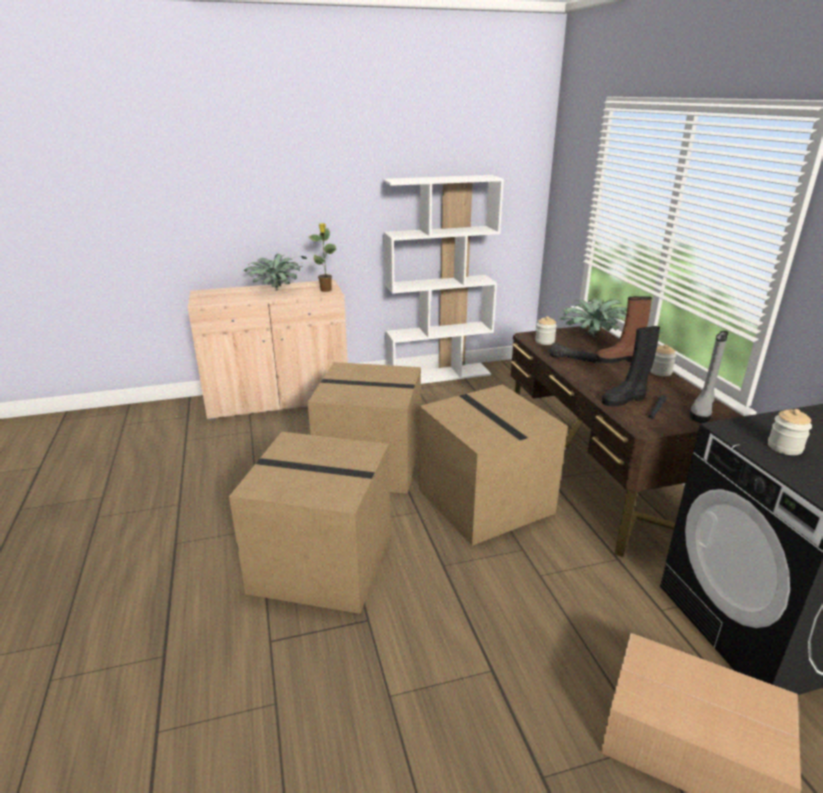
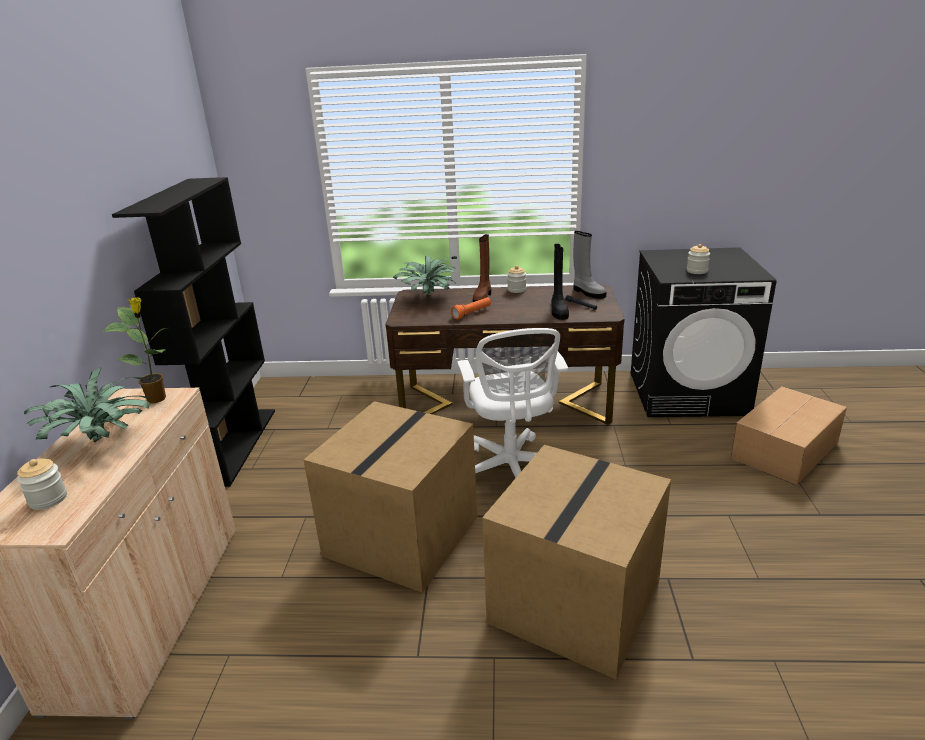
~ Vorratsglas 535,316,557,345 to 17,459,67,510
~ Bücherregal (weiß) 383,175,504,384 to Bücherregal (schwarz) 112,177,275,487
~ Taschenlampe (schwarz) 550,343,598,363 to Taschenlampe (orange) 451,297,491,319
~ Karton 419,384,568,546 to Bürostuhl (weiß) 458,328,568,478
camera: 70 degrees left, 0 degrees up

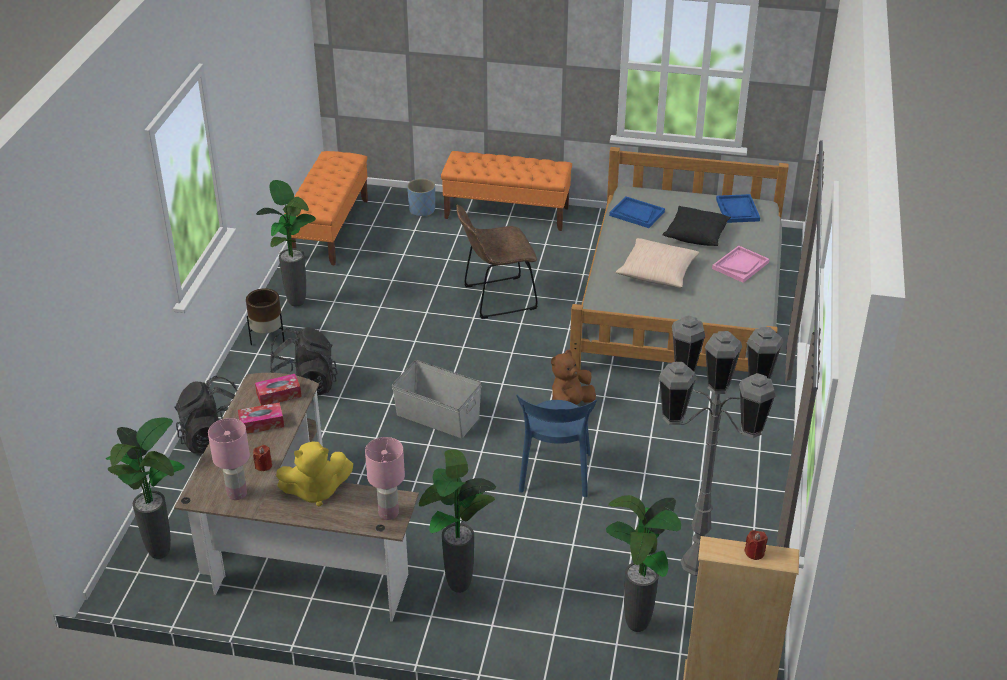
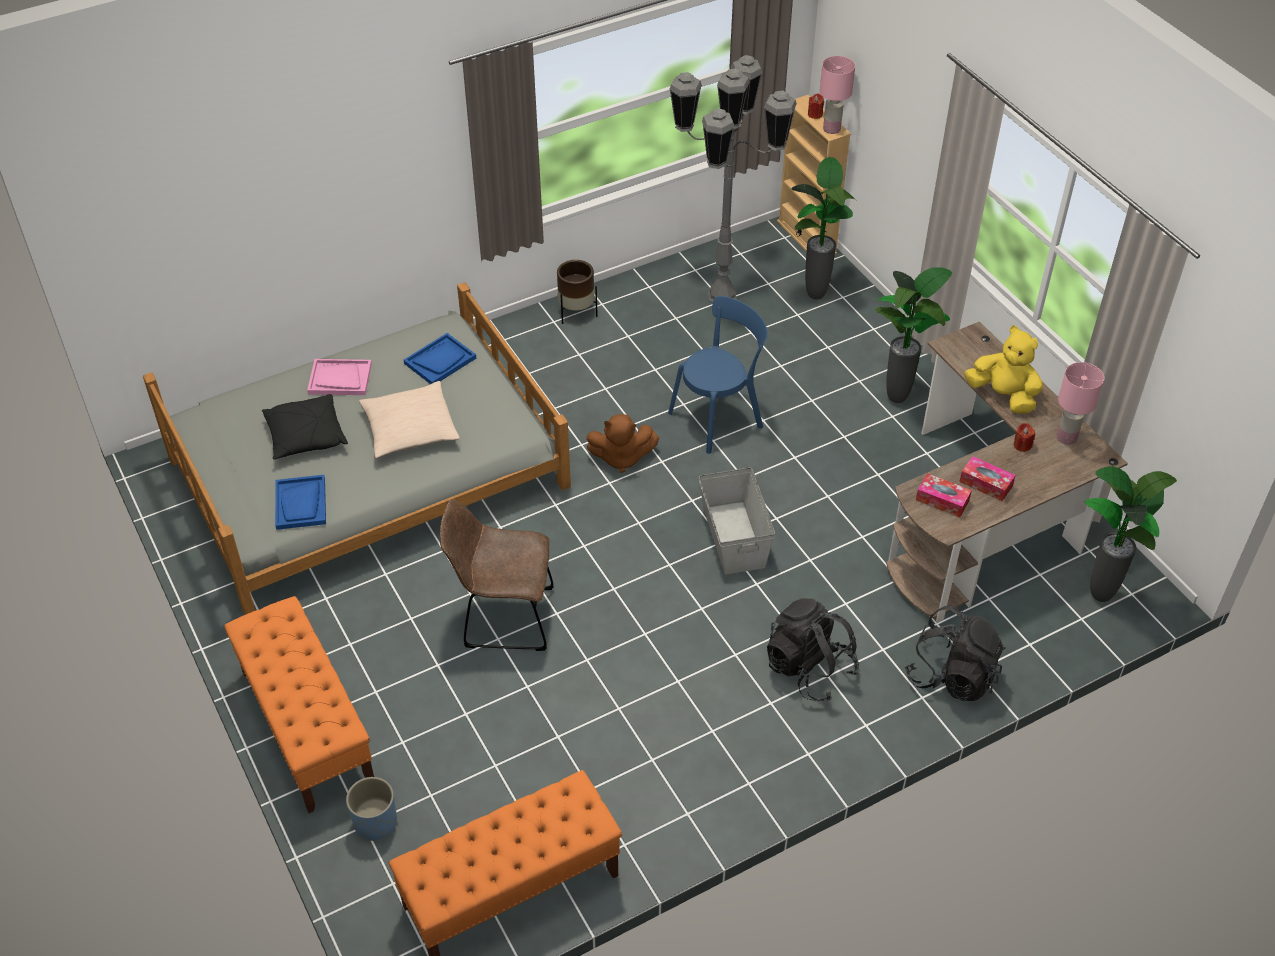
~ Tablett (blau) 716,194,760,223 to 404,333,476,384
~ Stuhl (braun) 456,205,538,319 = 440,499,554,651 150 degrees clockwise
~ Pflanzkübel (braun) 246,288,285,345 to 557,260,598,324
~ Tischlampe (rosa) 365,437,405,520 to 820,56,855,134
- Topfpflanze 256,180,316,307
camera: 130 degrees left, 10 degrees up

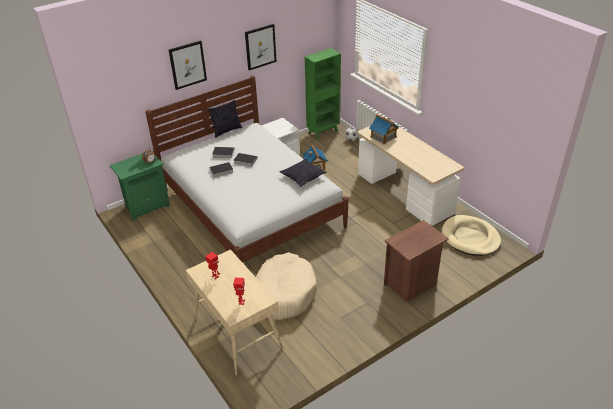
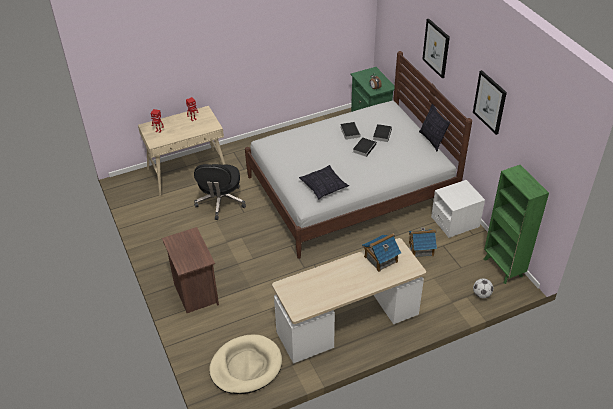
~ Hundebett (beige) 256,252,317,320 to Bürostuhl (schwarz) 194,164,246,220
camera: 100 degrees right, 5 degrees up

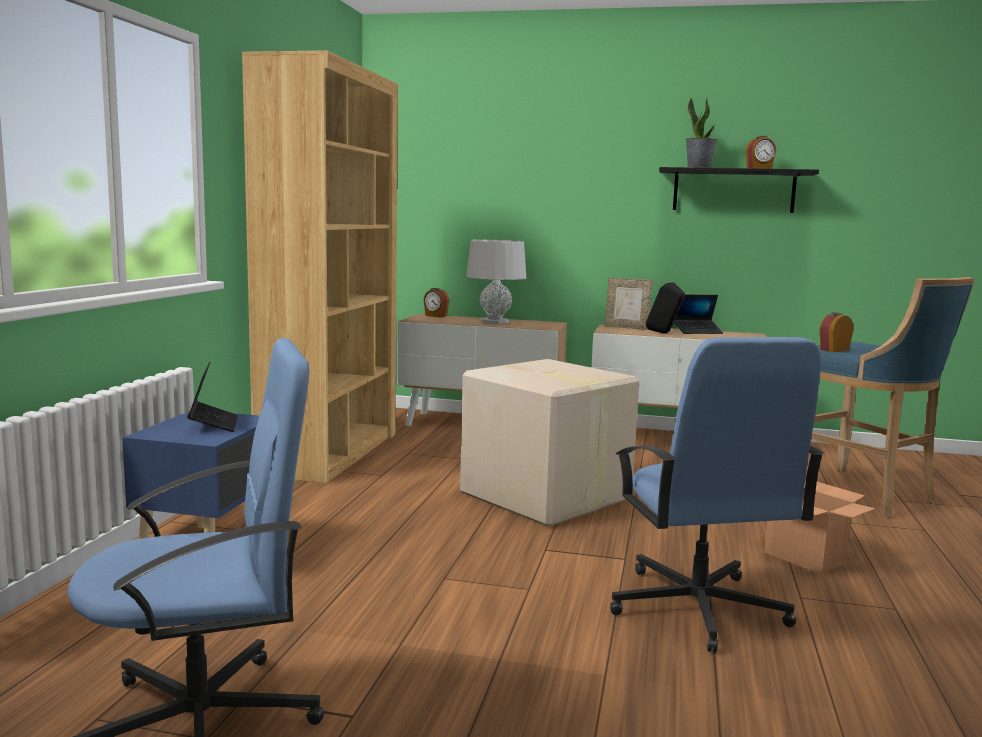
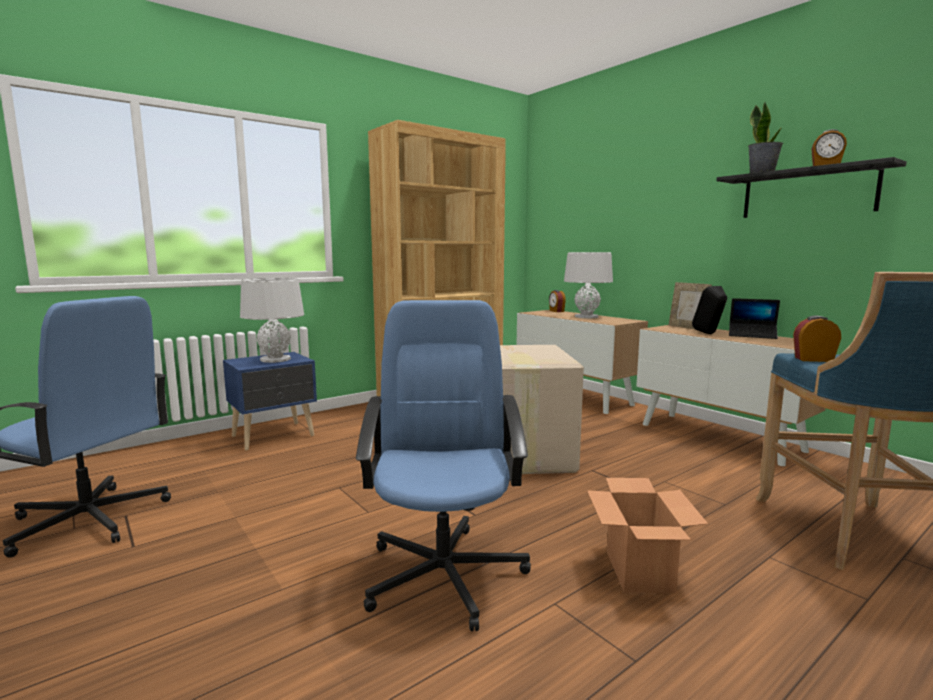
~ Laptop 187,362,238,432 to Tischlampe (grau) 240,278,304,363
~ Bürostuhl (blau) 610,337,825,653 = 356,300,531,632 150 degrees clockwise
camera: 40 degrees right, 0 degrees up

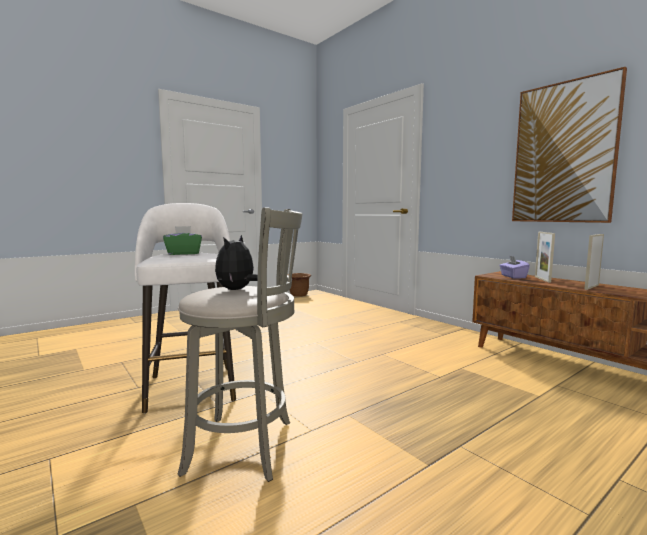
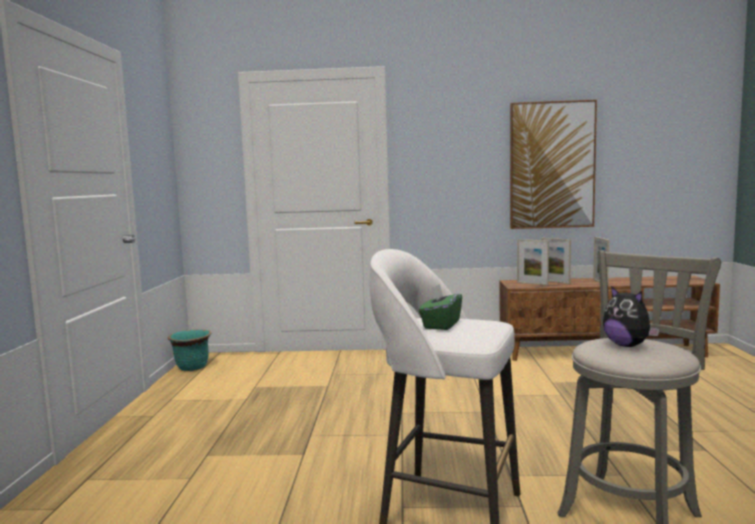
~ Pflanzkübel (braun) 287,273,311,297 to Pflanzkübel (türkis) 168,329,211,371
~ Taschentuchbox (lila) 499,255,530,278 to Bilderrahmen 517,239,549,285
camera: 50 degrees left, 0 degrees up

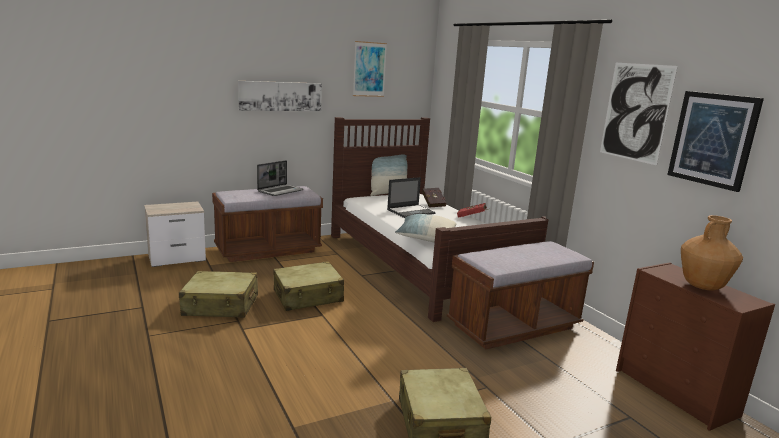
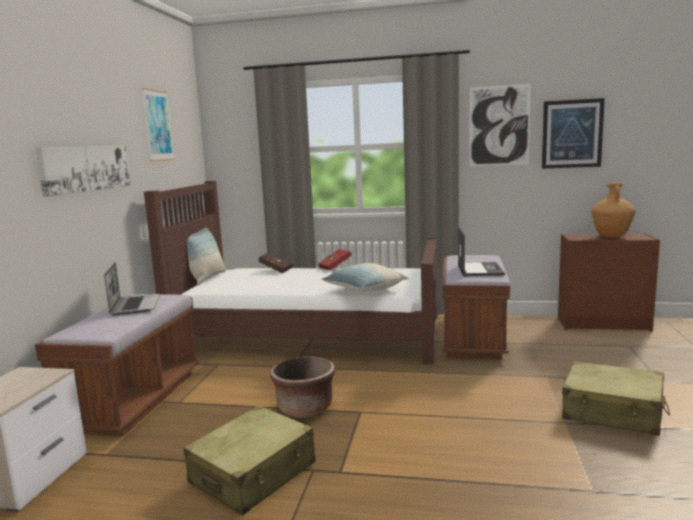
~ Koffer (beige) 273,261,344,311 to Pflanzkübel (braun) 270,356,335,418
~ Laptop 387,177,435,218 to 458,227,505,276
camera: 50 degrees left, 5 degrees down

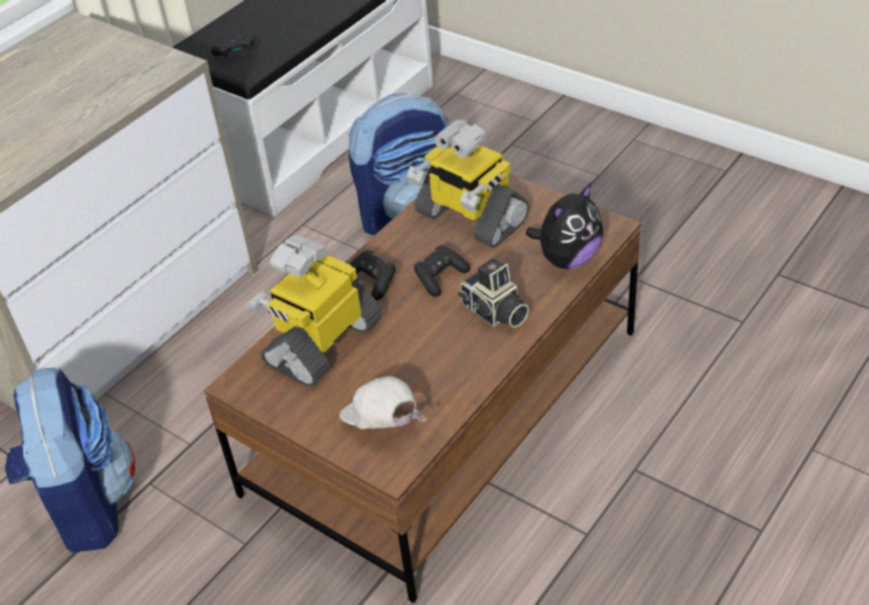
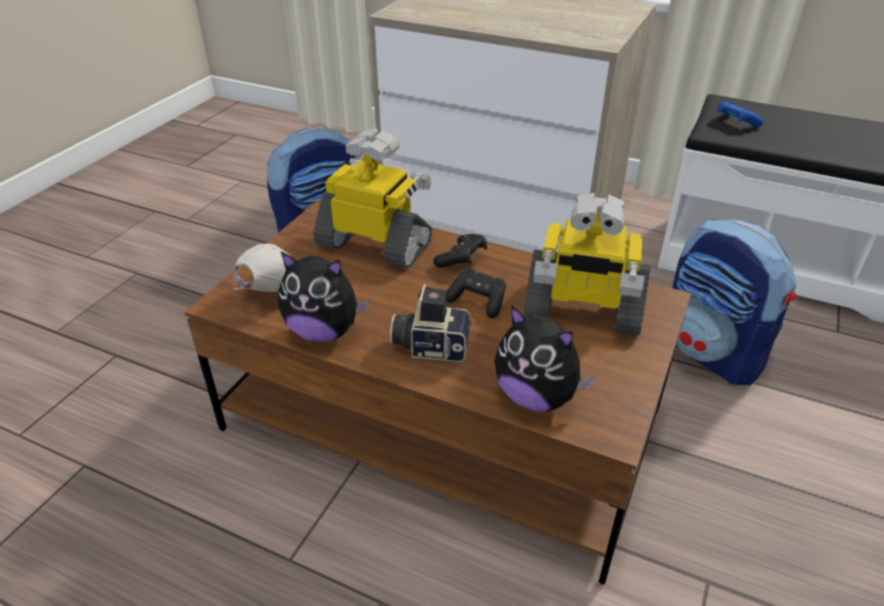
+ Plüschtier 278,252,370,342
~ Kamera 458,258,529,328 = 390,284,471,362 60 degrees clockwise
~ Spielzeugroboter 407,120,529,248 = 524,193,651,335 105 degrees counterclockwise
~ Gamepad (schwarz) 211,36,254,58 to Gamepad (blau) 718,101,763,127
camera: 75 degrees right, 5 degrees down

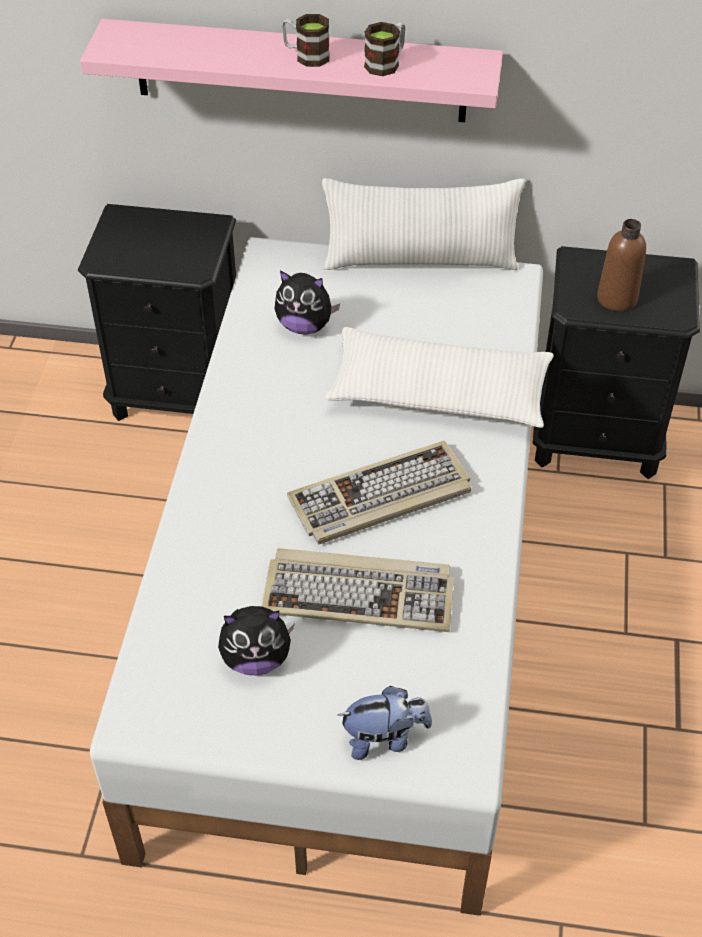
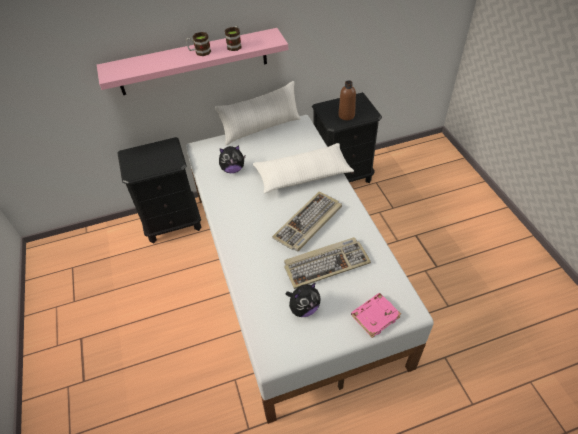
~ Plüschtier 338,686,432,760 to Buch (rosa) 351,293,401,338
camera: 25 degrees left, 0 degrees up

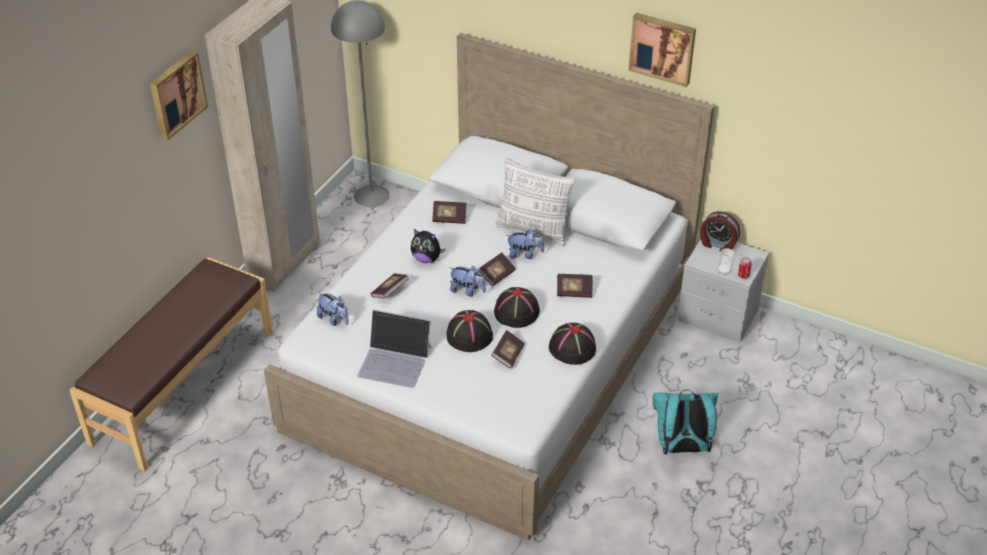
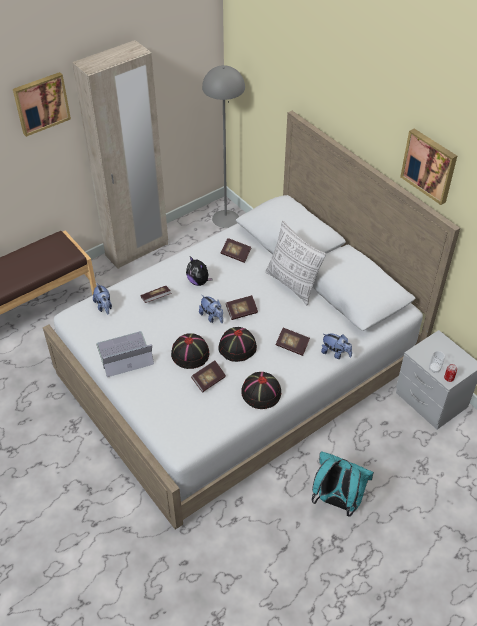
~ Laptop 357,309,431,388 = 96,331,154,377 120 degrees clockwise
~ Plüschtier 506,229,544,259 to 321,333,352,359
- Wecker 700,211,740,252
camera: 25 degrees right, 5 degrees up

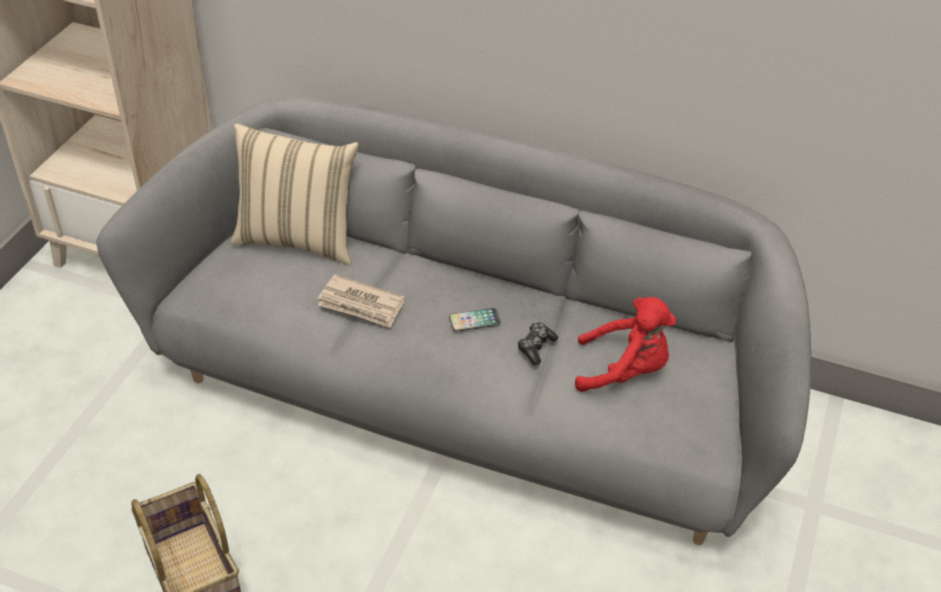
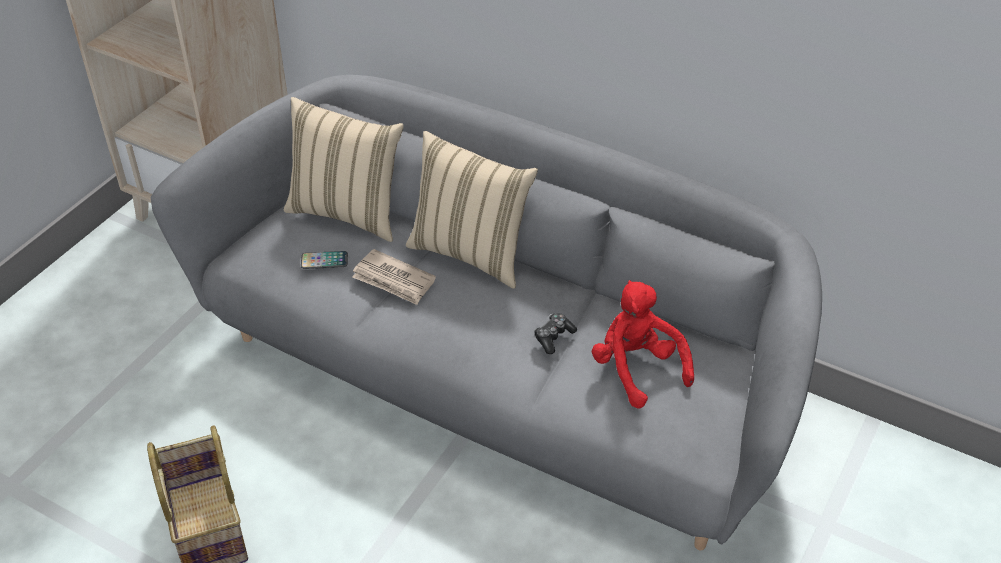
~ Handy 449,308,501,332 to 301,251,348,269
+ Kissen (beige) 406,131,538,289
~ Plüschtier (rot) 575,297,676,392 = 592,280,694,409 135 degrees counterclockwise
camera: 10 degrees right, 0 degrees up

